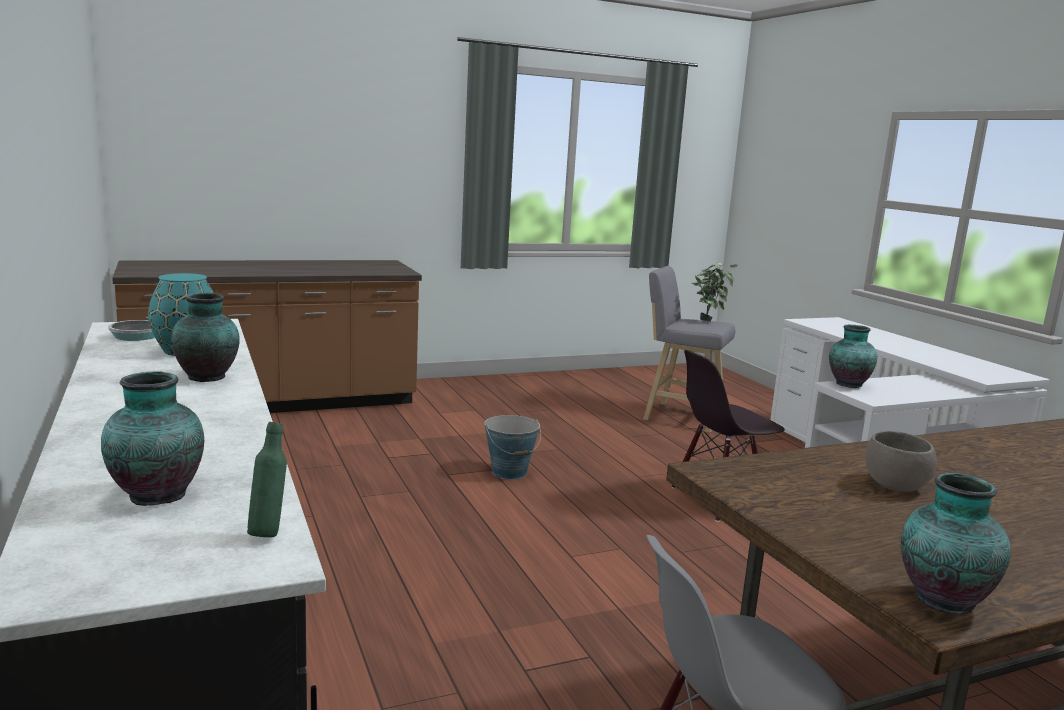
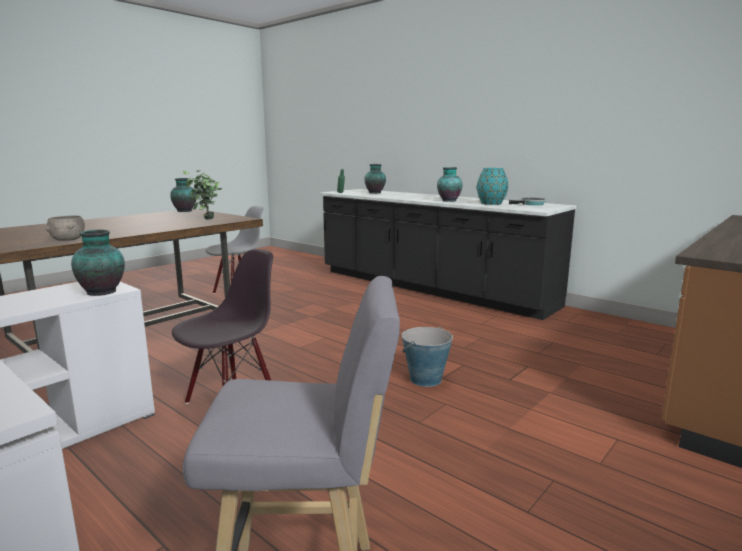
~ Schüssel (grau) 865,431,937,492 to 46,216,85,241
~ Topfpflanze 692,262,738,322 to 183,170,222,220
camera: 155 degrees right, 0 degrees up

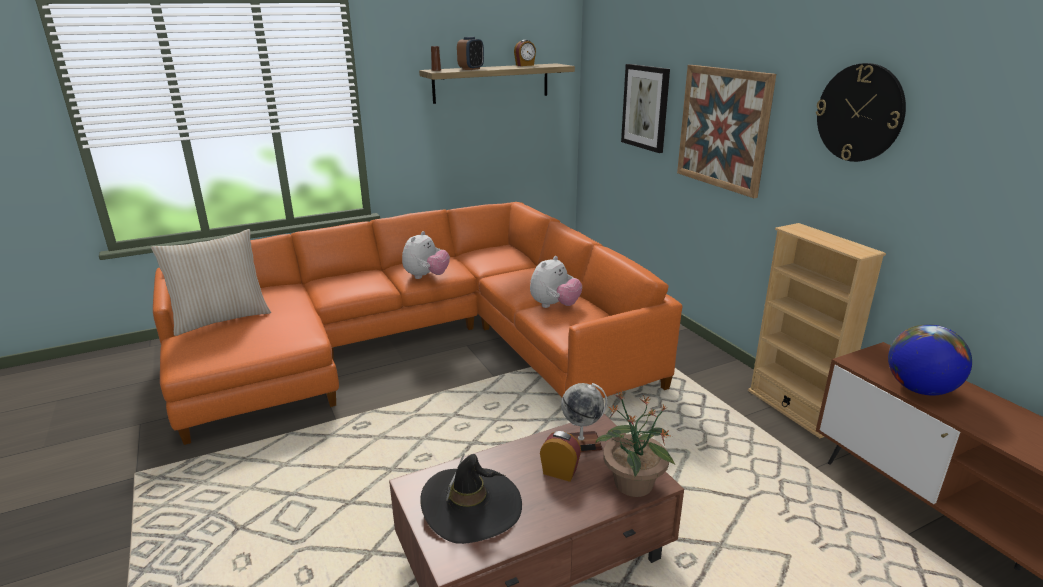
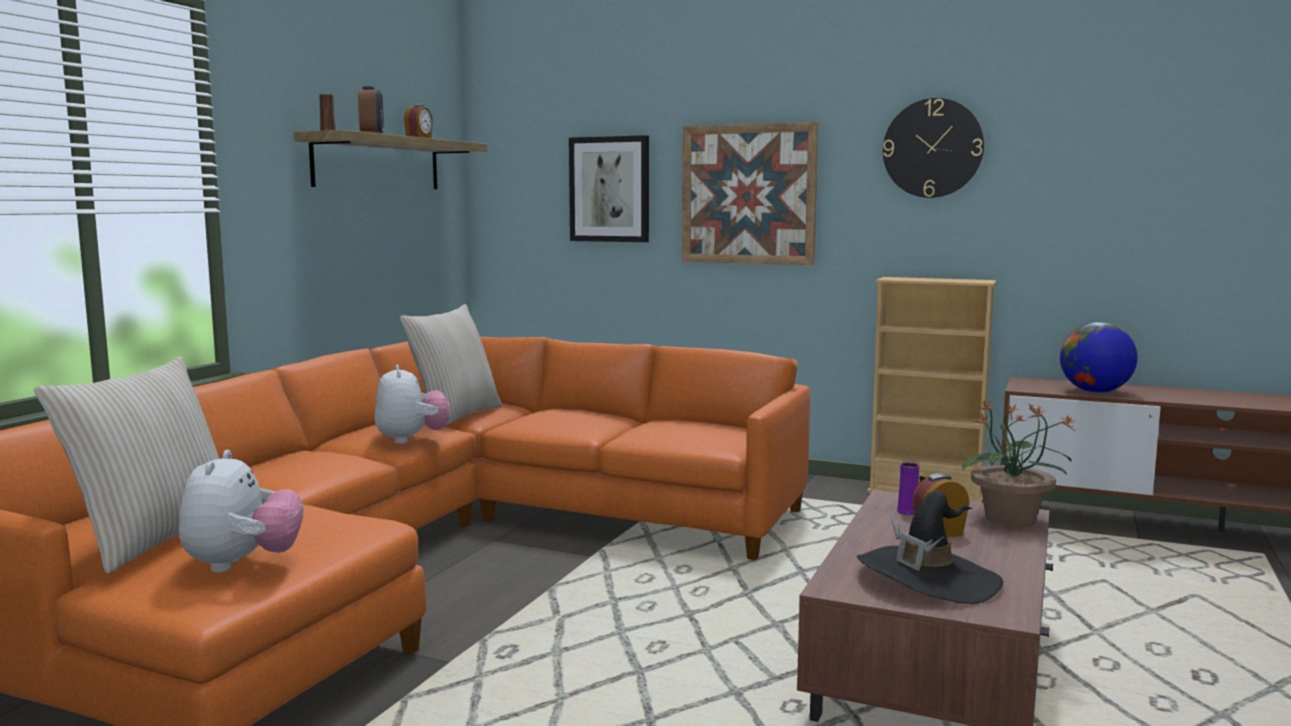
~ Plüschtier 530,256,582,308 to 179,450,303,573
+ Kissen (beige) 400,304,502,426
~ Globus 561,383,608,452 to Vase (lila) 897,462,919,515
camera: 40 degrees left, 15 degrees down

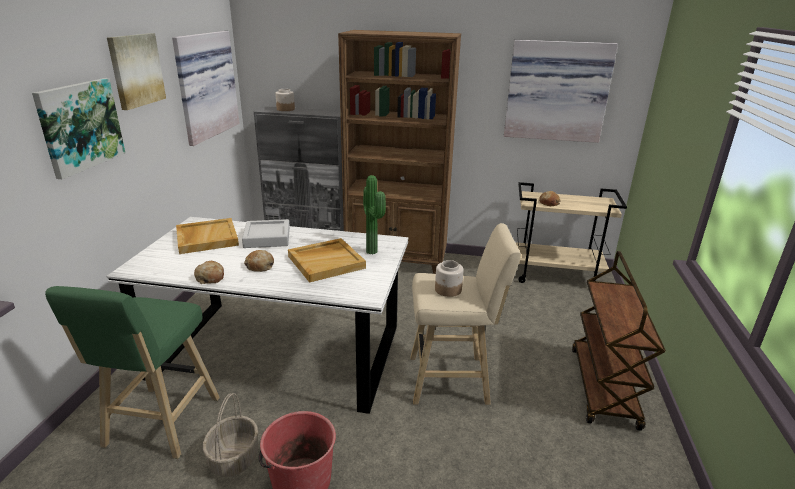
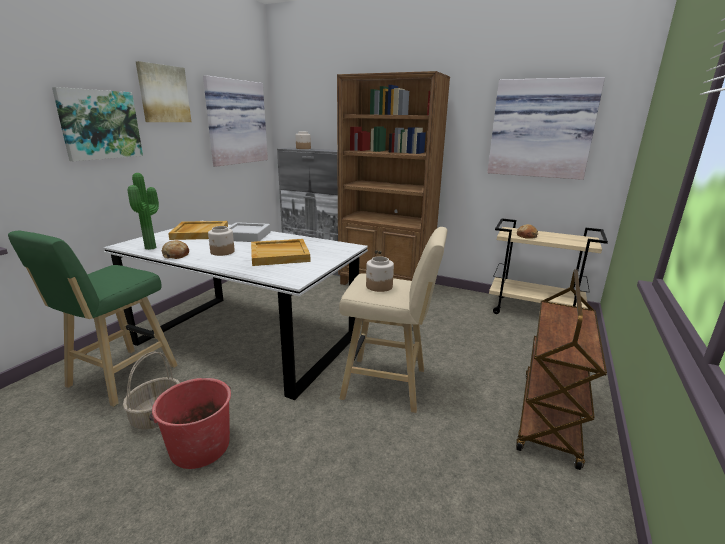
~ Topfpflanze 363,175,386,254 to 128,173,159,250
~ Brot 244,250,274,272 to Vorratsglas 208,226,235,256
camera: 15 degrees right, 5 degrees down

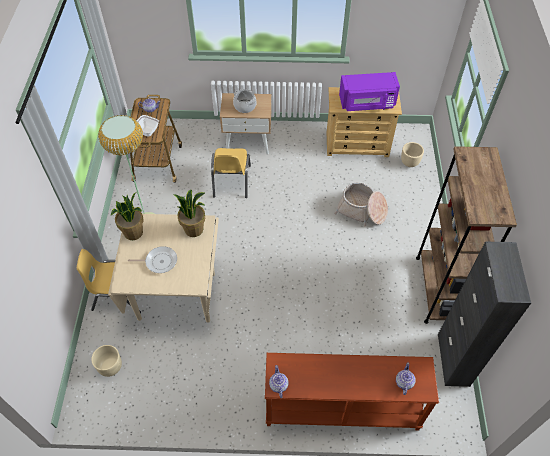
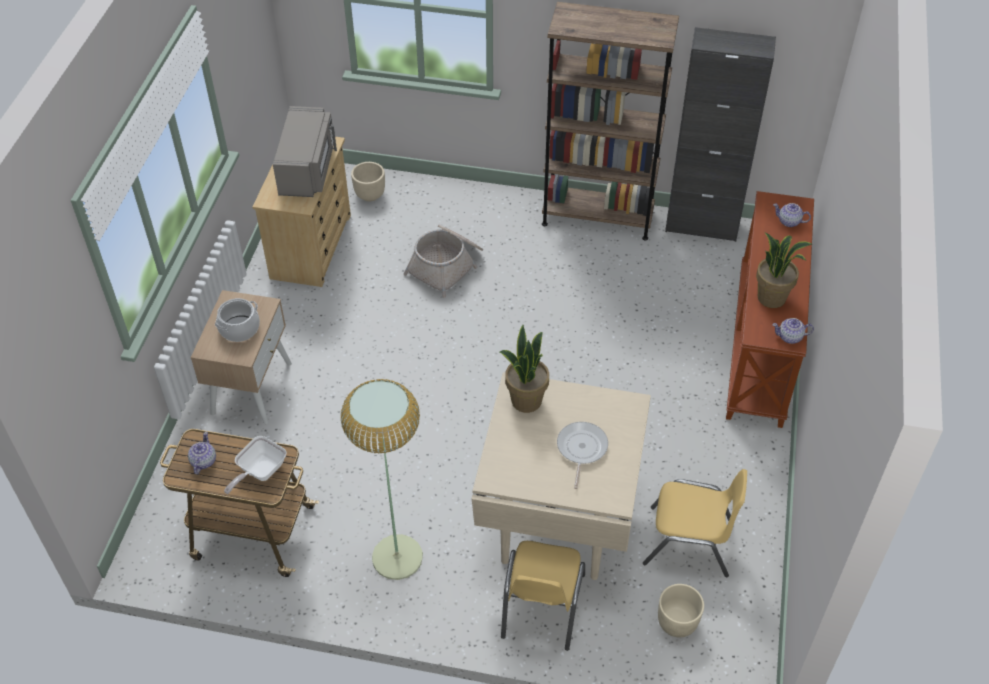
~ Mikrowelle (lila) 339,72,400,111 to Mikrowelle (grau) 273,106,337,197
~ Stuhl (gelb) 211,148,251,198 to 643,469,747,577
~ Topfpflanze 111,192,144,240 to 756,232,812,308
camera: 80 degrees left, 5 degrees down

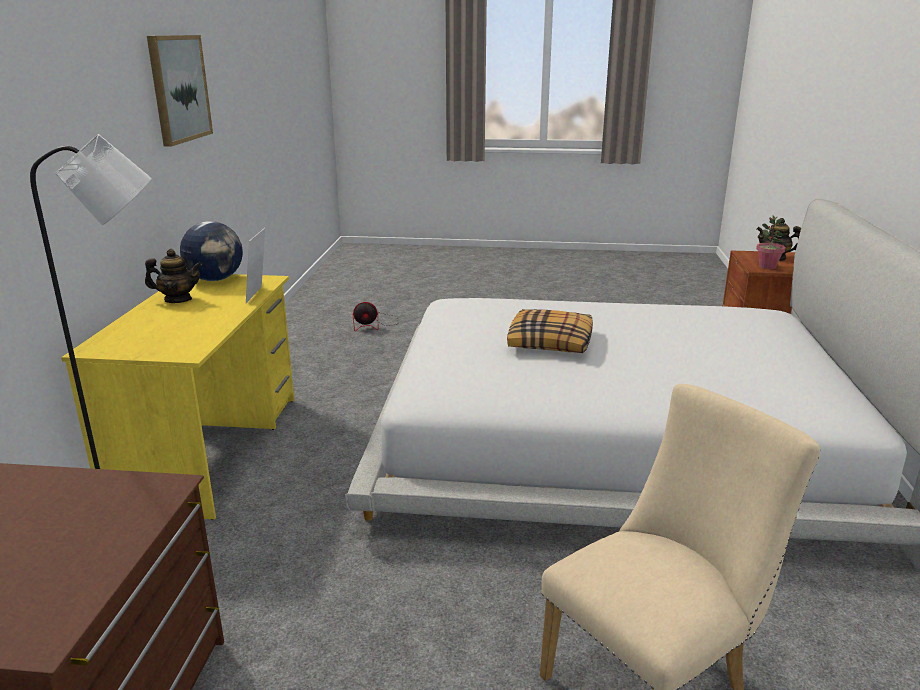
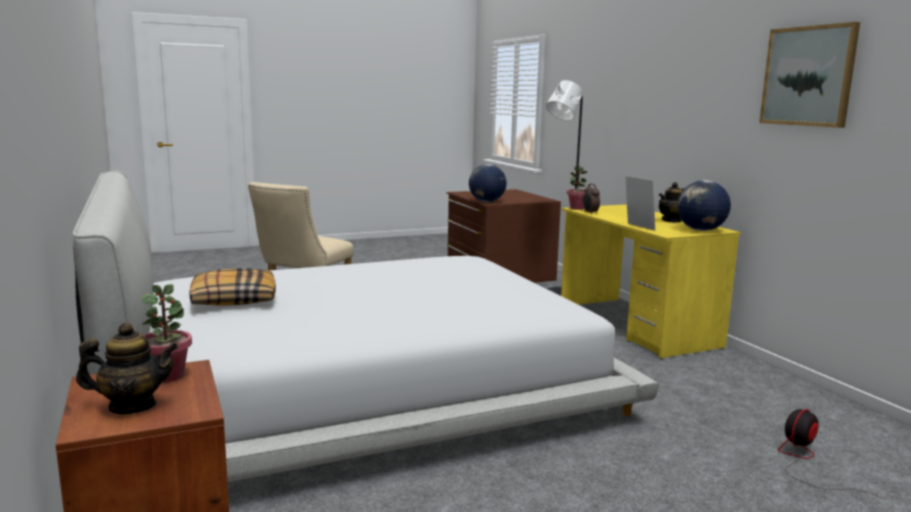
~ Kissen 507,309,593,353 to 189,268,276,306
+ Globus 469,164,507,202
+ Topfpflanze 567,166,588,210
+ Wecker 582,184,600,213
camera: 150 degrees right, 10 degrees down

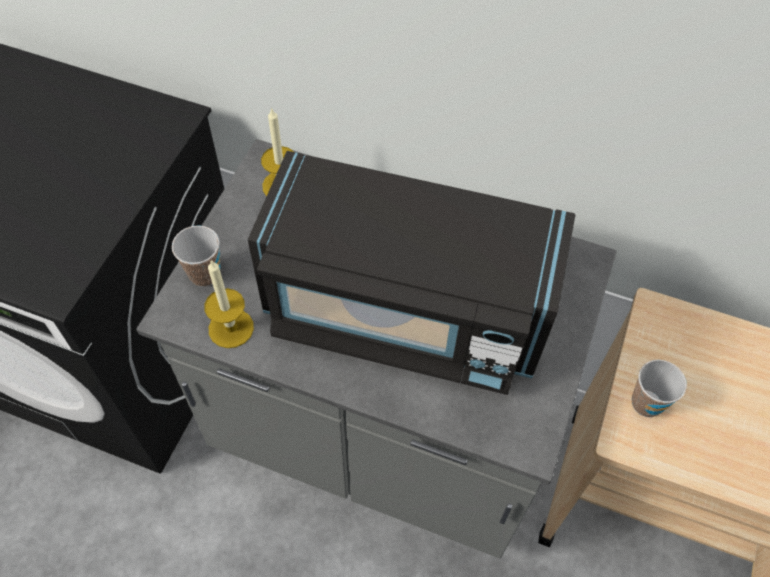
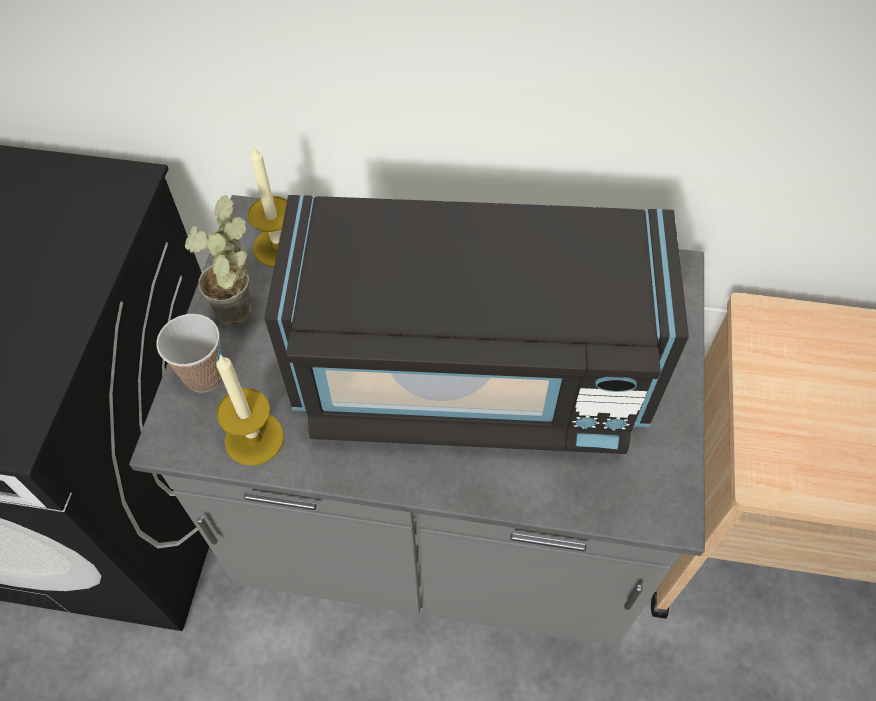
+ Topfpflanze 185,195,251,325
- Tasse 632,360,687,417
camera: 10 degrees left, 0 degrees up

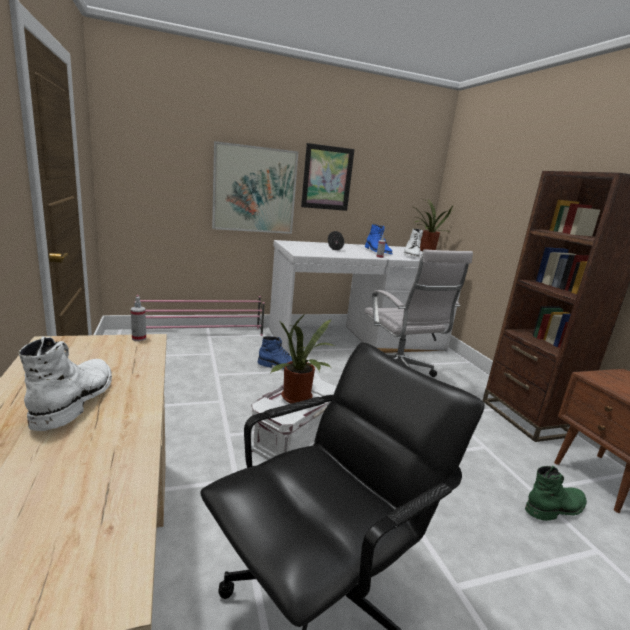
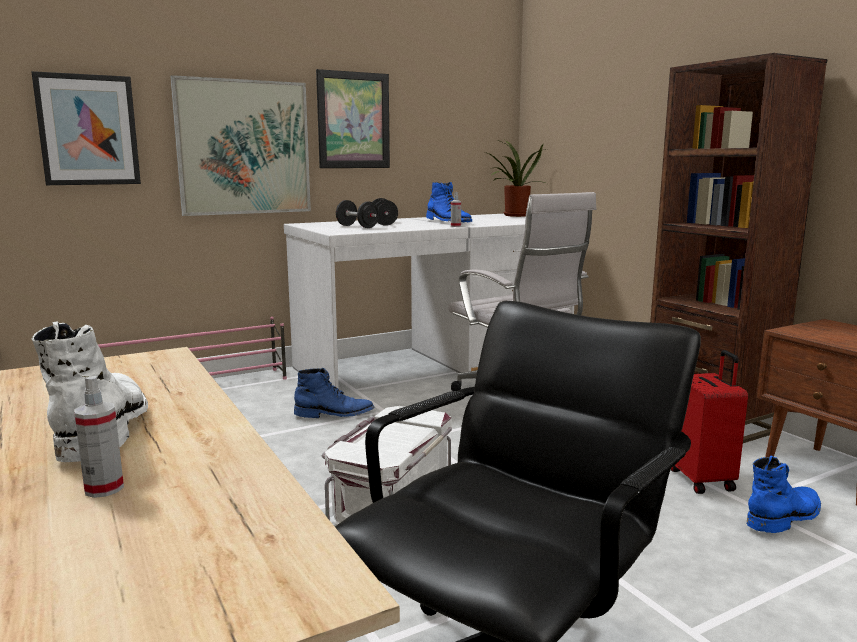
+ Bild 31,71,141,185
~ Sprühflasche 131,297,146,341 to 74,376,124,498
+ Hantel (schwarz) 336,200,379,228
+ Koffer (rot) 671,350,748,494
~ Stiefel (grün) 525,466,587,521 to Stiefel (blau) 747,455,821,533
- Topfpflanze 271,313,335,404
- Stiefel (weiß) 403,229,423,258
camera: 10 degrees left, 5 degrees down

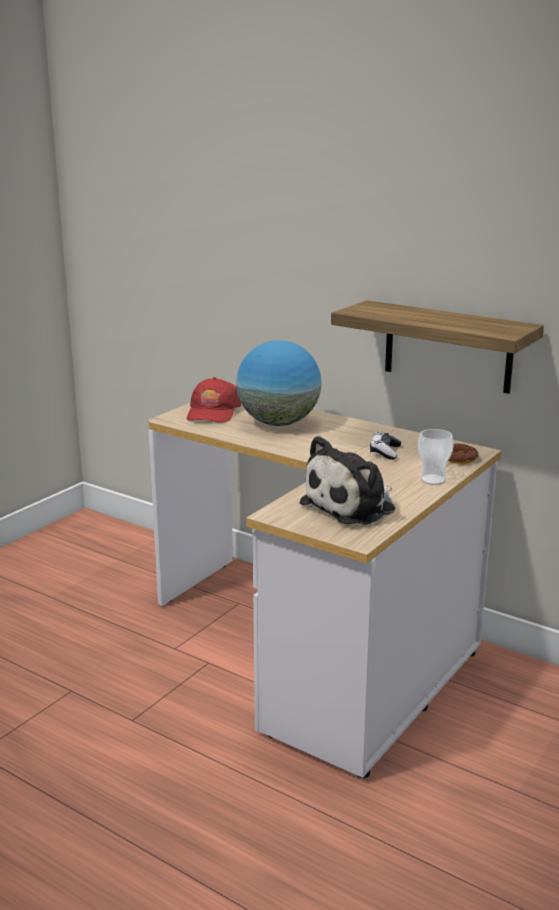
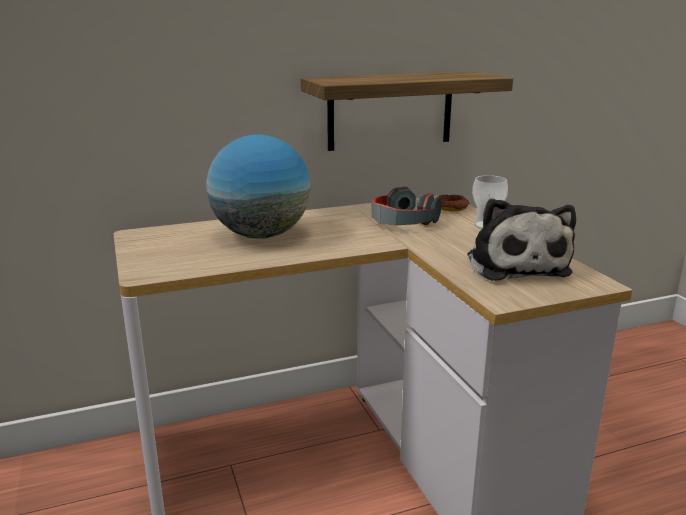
~ Gamepad 370,432,401,460 to Kopfhörer 372,186,441,225
- Kappe (rot) 187,377,241,423
camera: 55 degrees left, 0 degrees up

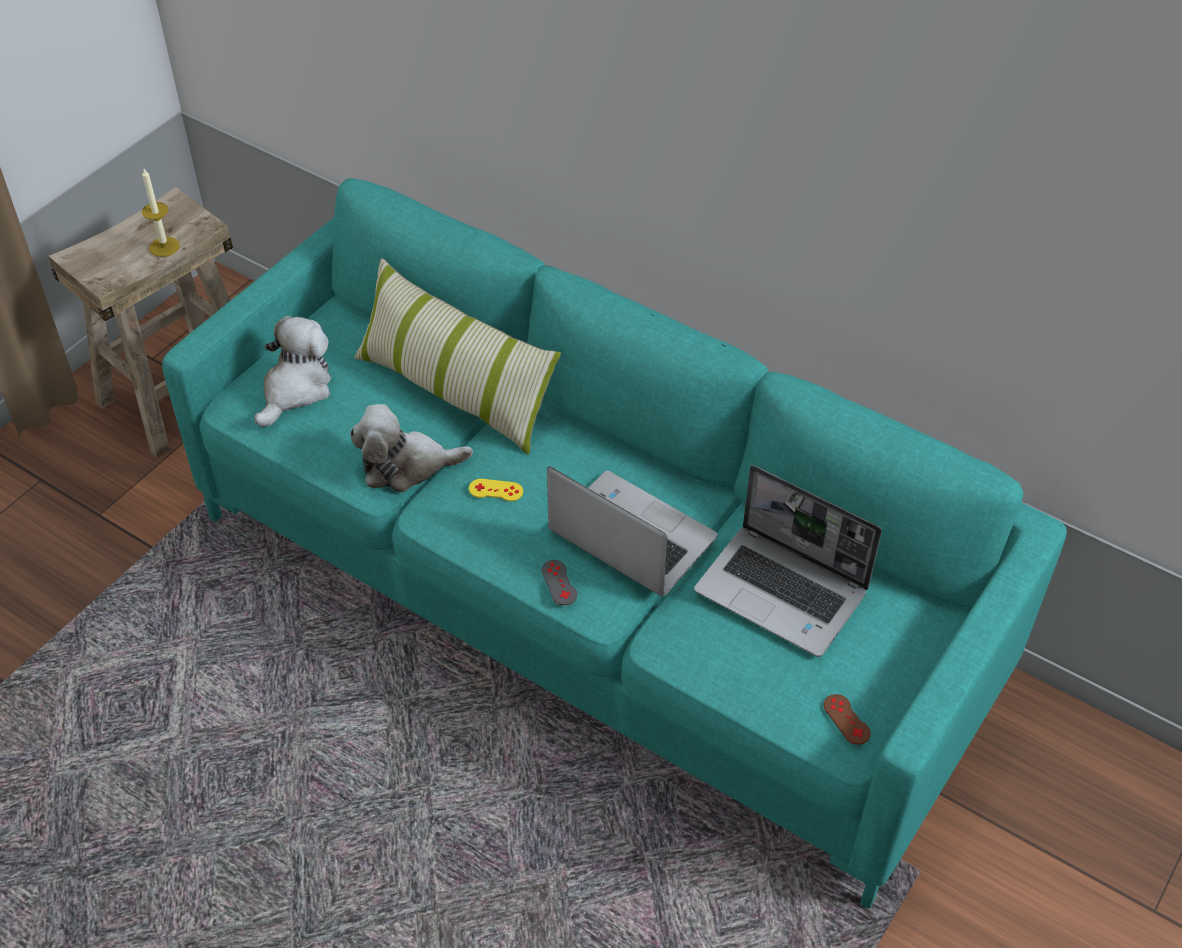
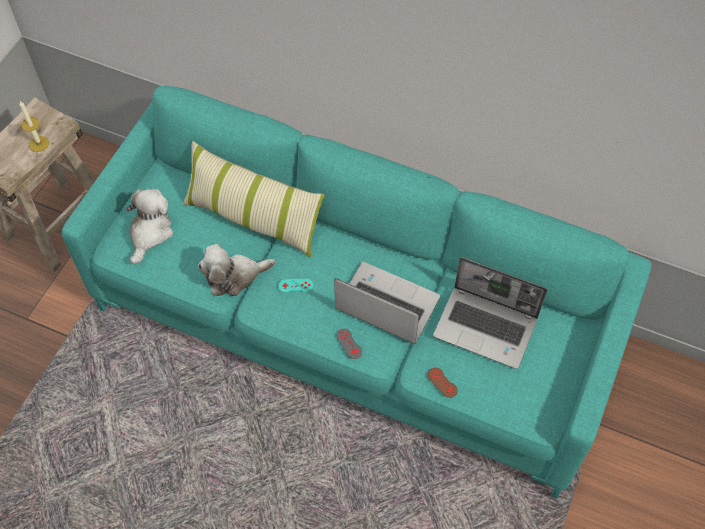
~ Gamepad (gelb) 469,479,523,501 to Gamepad (türkis) 278,279,313,293
~ Gamepad (braun) 824,694,871,745 to 428,368,458,398
camera: 10 degrees left, 10 degrees up

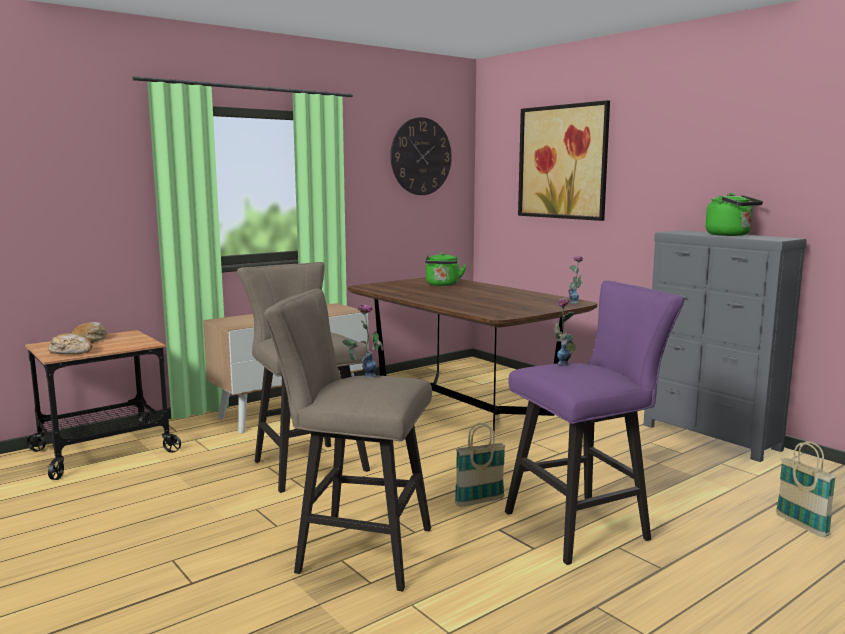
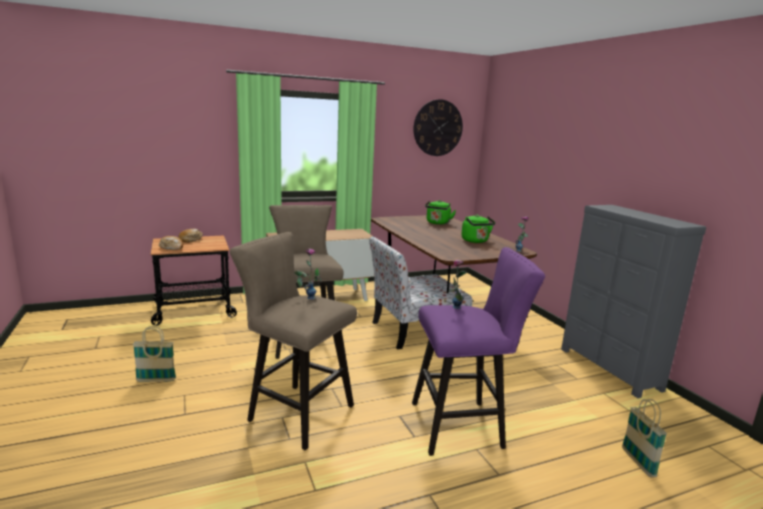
~ Korb 454,423,506,507 to 133,326,176,382
+ Stuhl 369,236,472,349
~ Wasserkessel (grün) 705,193,763,236 to 461,215,495,243
- Bild 518,100,610,221
camera: 15 degrees right, 5 degrees up

